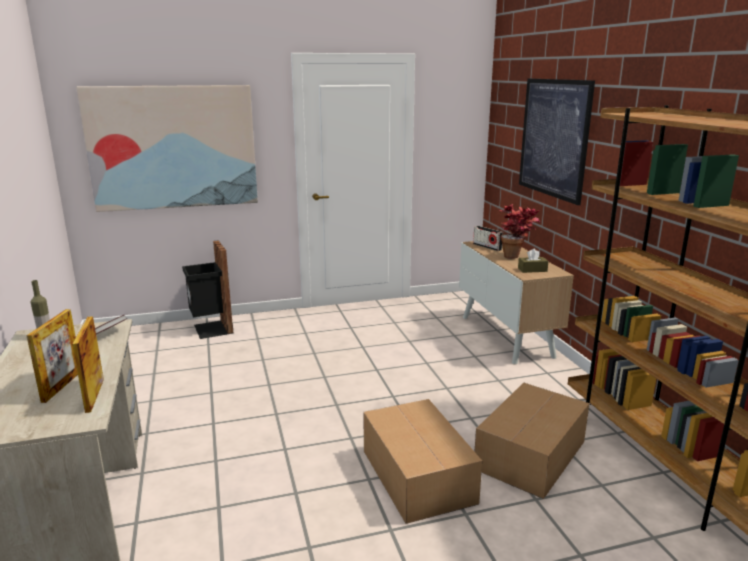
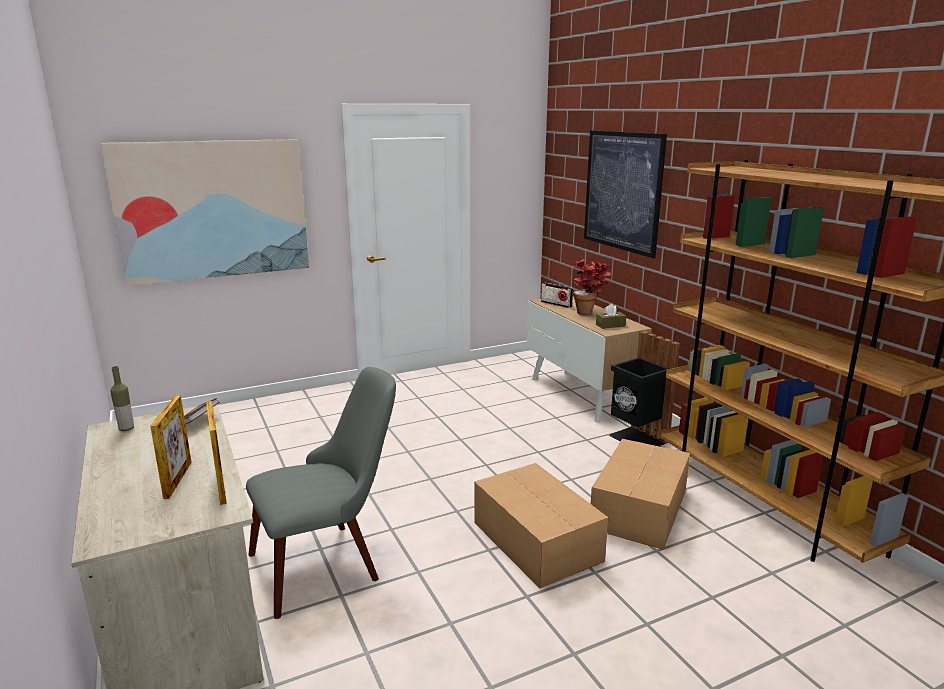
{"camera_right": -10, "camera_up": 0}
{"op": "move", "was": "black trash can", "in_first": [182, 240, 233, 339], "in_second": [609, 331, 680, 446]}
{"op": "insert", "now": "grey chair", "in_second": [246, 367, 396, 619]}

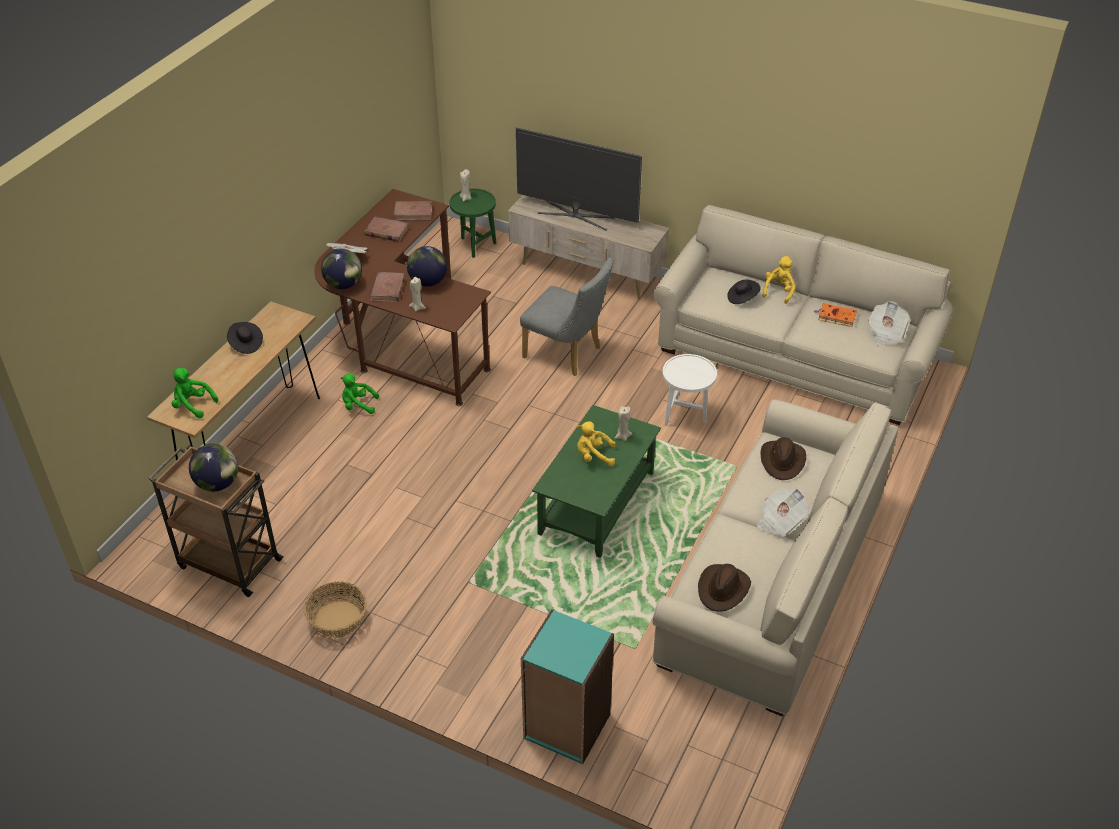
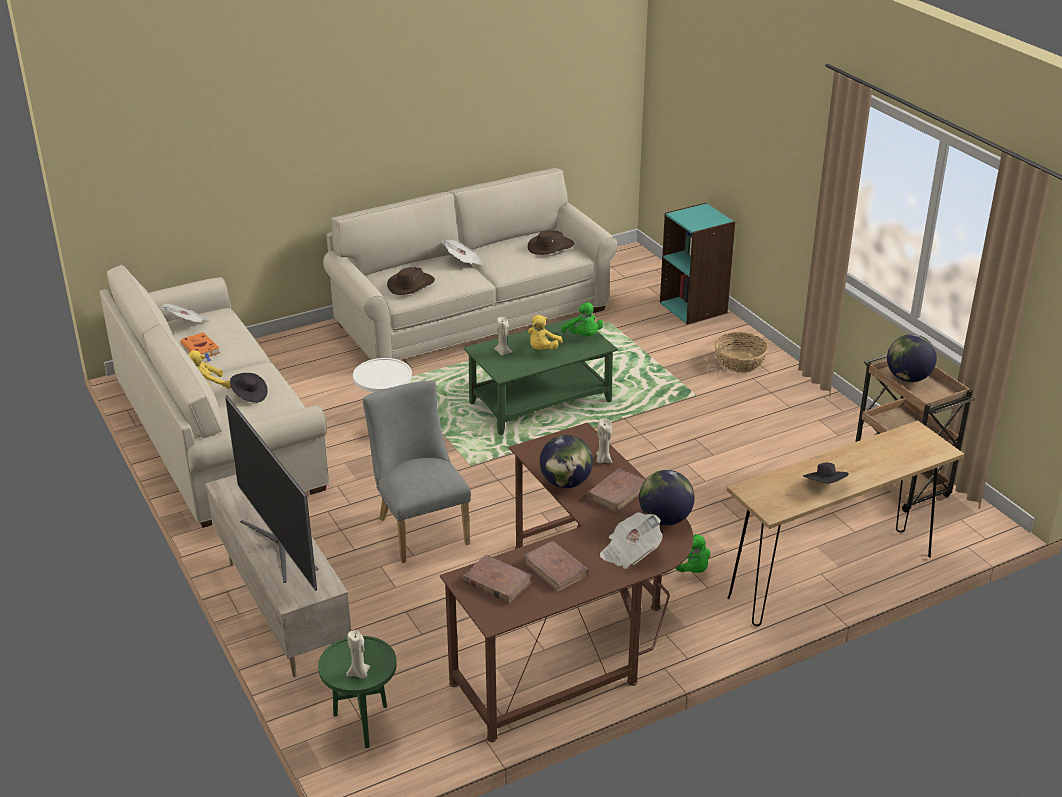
{"camera_right": -145, "camera_up": -10}
{"op": "move", "was": "green plush toy", "in_first": [171, 368, 218, 418], "in_second": [561, 302, 604, 336]}
{"op": "rotate", "was": "yellow plush toy", "in_first": [577, 421, 616, 466], "in_second": [528, 315, 563, 350], "clockwise": 75}
{"op": "move", "was": "basket", "in_first": [304, 581, 367, 638], "in_second": [714, 332, 769, 373]}

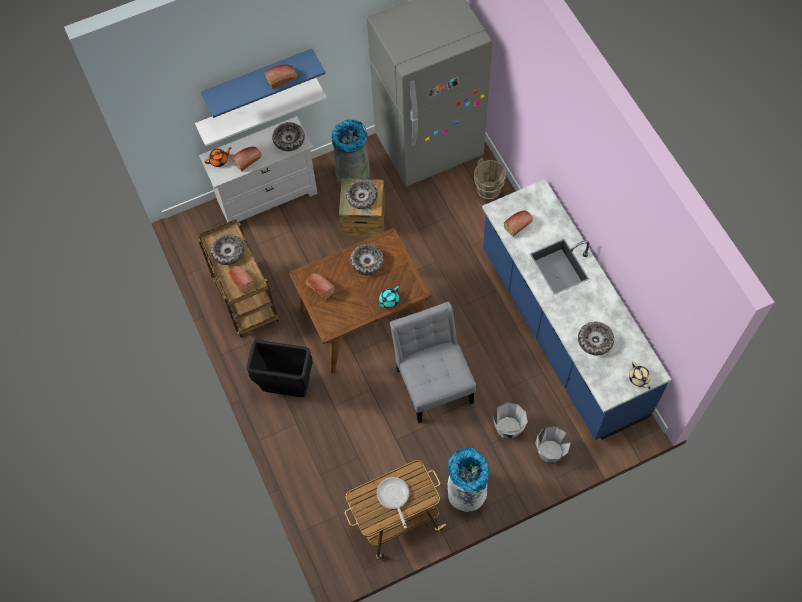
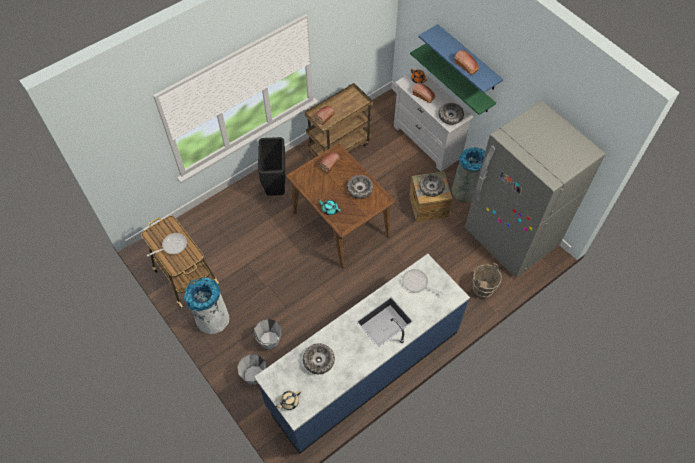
{"camera_right": 75, "camera_up": -5}
{"op": "recolor", "was": "white shelf", "now": "green shelf", "in_first": [195, 78, 327, 146], "in_second": [410, 44, 496, 115]}
{"op": "replace", "was": "bread", "now": "frying pan", "in_first": [504, 210, 533, 237], "in_second": [402, 269, 444, 295]}
{"op": "delete", "was": "bowl", "in_first": [211, 234, 244, 265]}
{"op": "delete", "was": "grey chair", "in_first": [390, 302, 476, 423]}

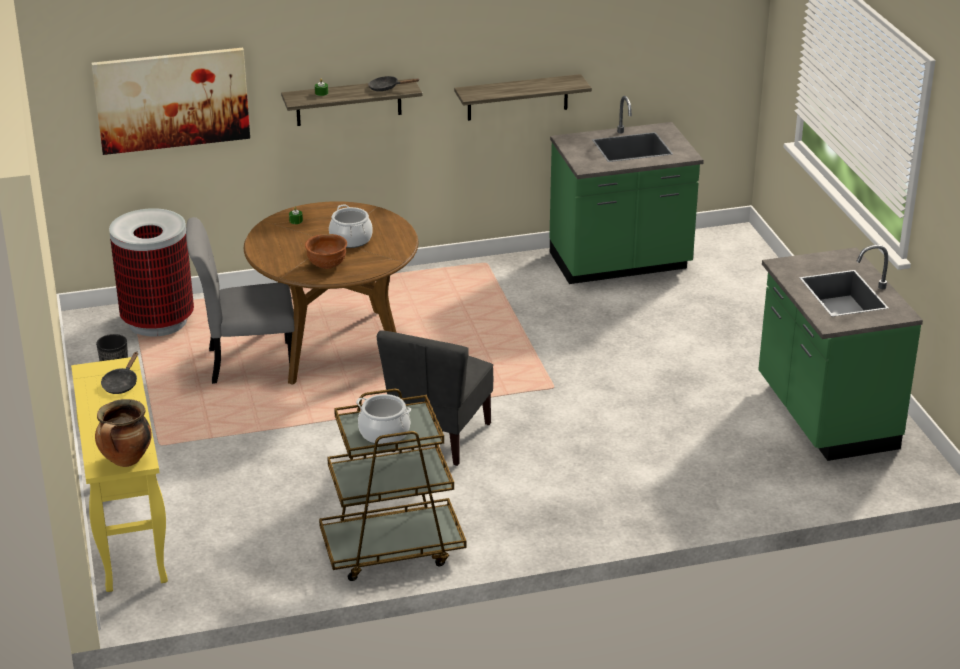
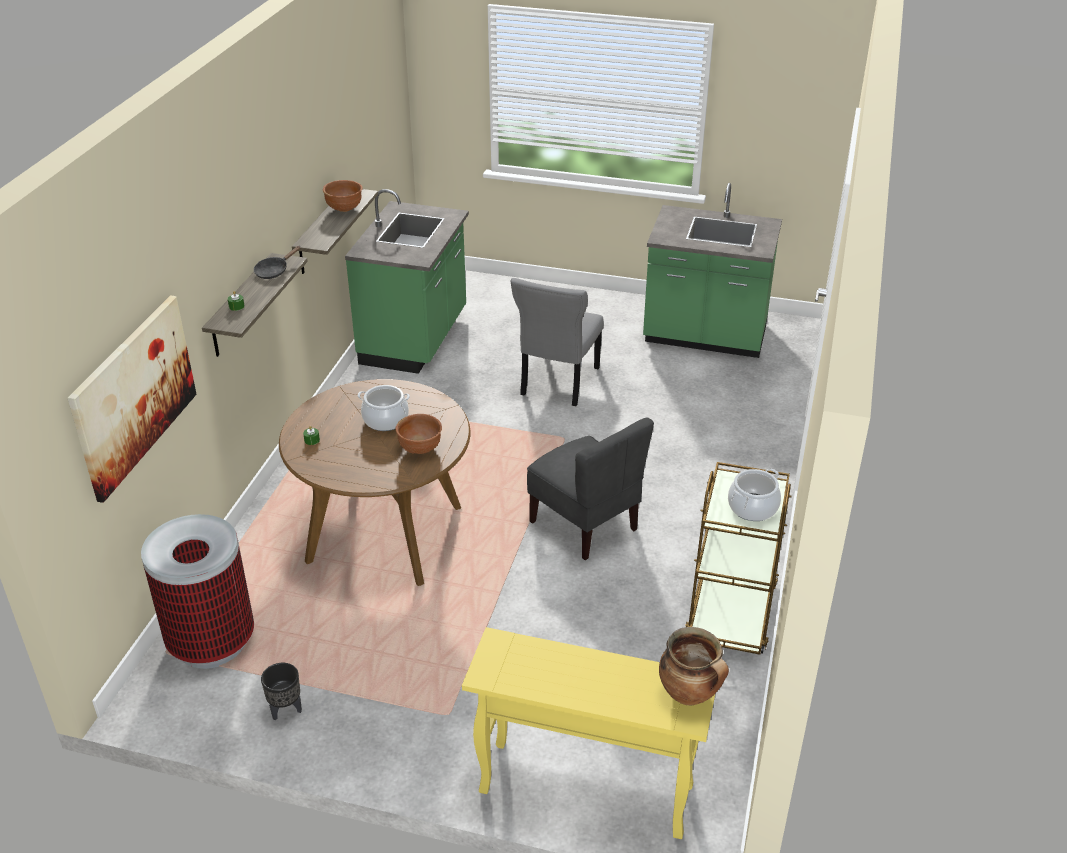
{"camera_right": -60, "camera_up": 5}
{"op": "move", "was": "grey chair", "in_first": [186, 217, 294, 384], "in_second": [511, 278, 604, 406]}
{"op": "delete", "was": "black frying pan", "in_first": [101, 352, 138, 394]}
{"op": "insert", "now": "brown bowl", "in_second": [323, 180, 363, 212]}

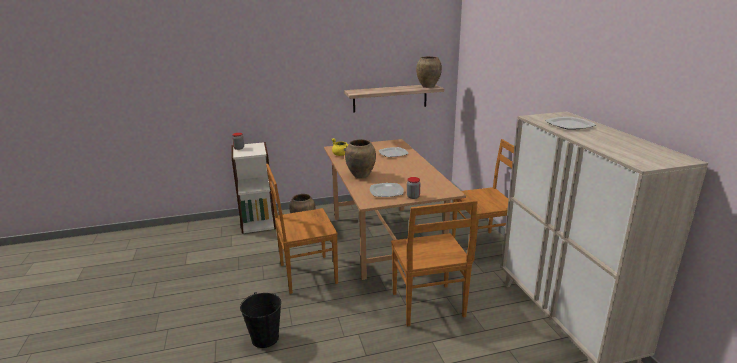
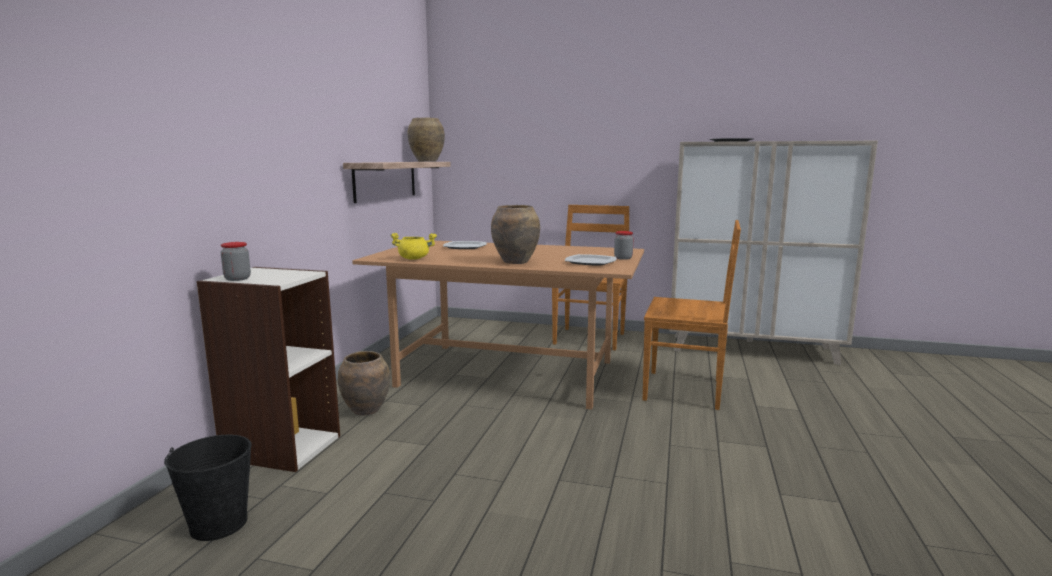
{"camera_right": -60, "camera_up": -10}
{"op": "delete", "was": "brown chair", "in_first": [266, 164, 338, 294]}
{"op": "move", "was": "black bucket", "in_first": [240, 292, 281, 348], "in_second": [164, 435, 252, 541]}

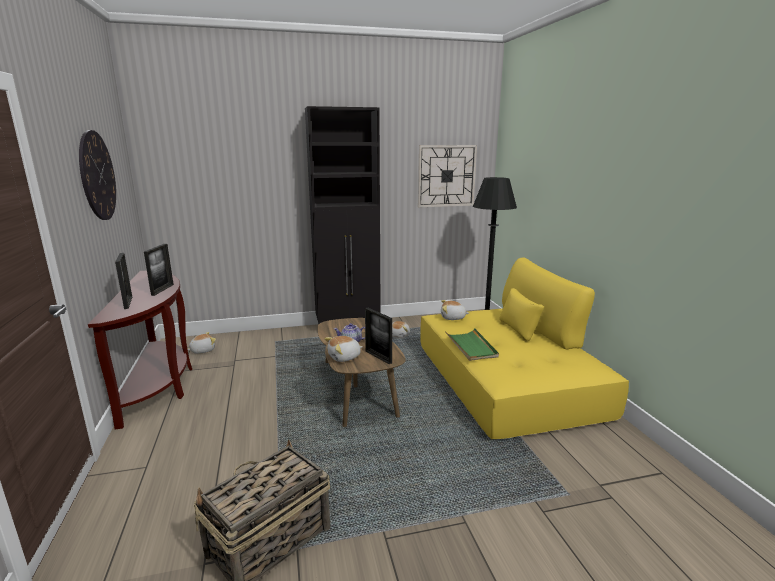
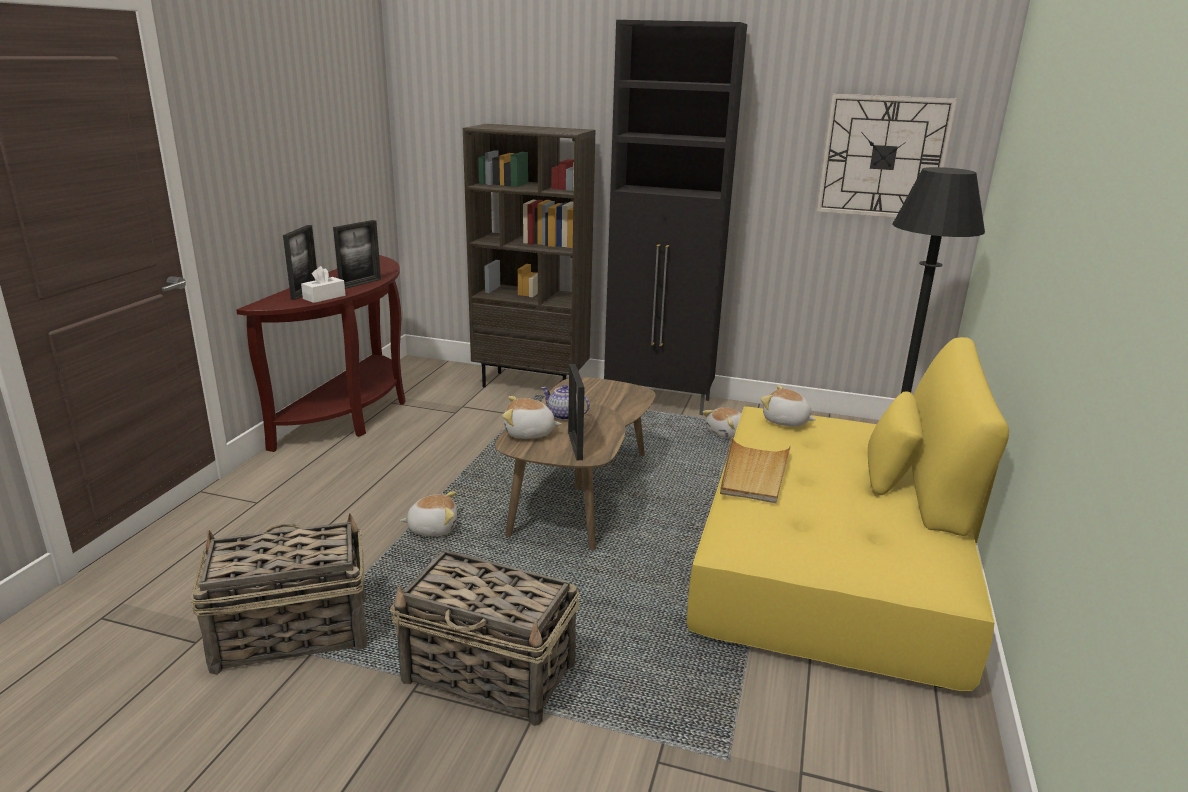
{"camera_right": 30, "camera_up": 5}
{"op": "delete", "was": "wall clock", "in_first": [79, 130, 116, 220]}
{"op": "recolor", "was": "green tray", "now": "beige tray", "in_first": [445, 328, 499, 361], "in_second": [720, 437, 791, 503]}
{"op": "move", "was": "plush toy", "in_first": [187, 332, 216, 354], "in_second": [400, 491, 457, 536]}
{"op": "insert", "now": "brown bookcase", "in_second": [463, 124, 595, 387]}
{"op": "insert", "now": "white tissue box", "in_second": [301, 266, 345, 303]}
{"op": "insert", "now": "basket", "in_second": [390, 550, 580, 726]}

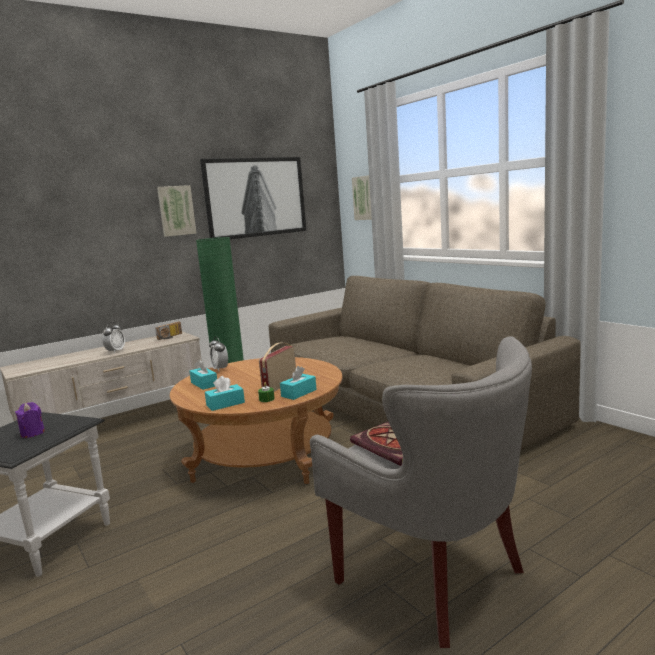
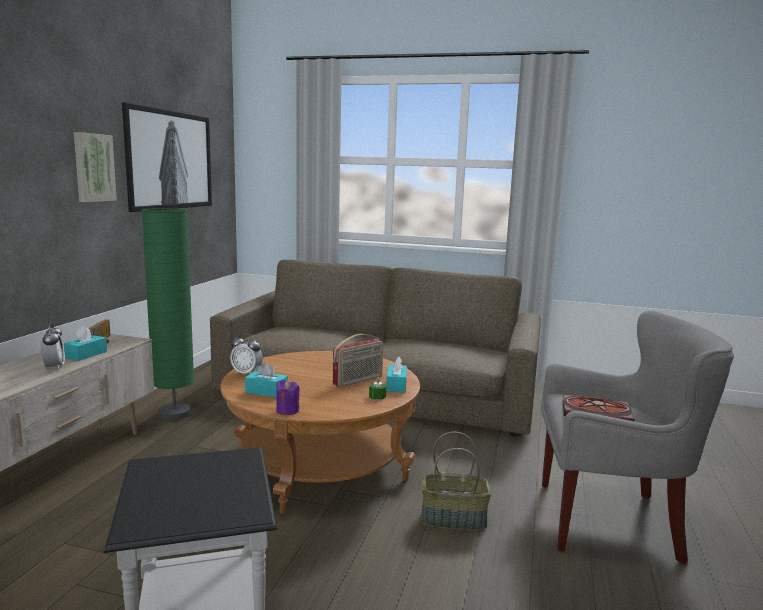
{"camera_right": -40, "camera_up": 0}
{"op": "delete", "was": "picture", "in_first": [352, 175, 372, 220]}
{"op": "rotate", "was": "radio", "in_first": [259, 343, 296, 392], "in_second": [333, 334, 383, 387], "clockwise": -120}
{"op": "move", "was": "turquoise tissue box", "in_first": [205, 376, 245, 411], "in_second": [64, 326, 107, 361]}
{"op": "move", "was": "purple candle", "in_first": [15, 402, 45, 438], "in_second": [276, 379, 300, 415]}
{"op": "insert", "now": "basket", "in_second": [422, 431, 491, 530]}

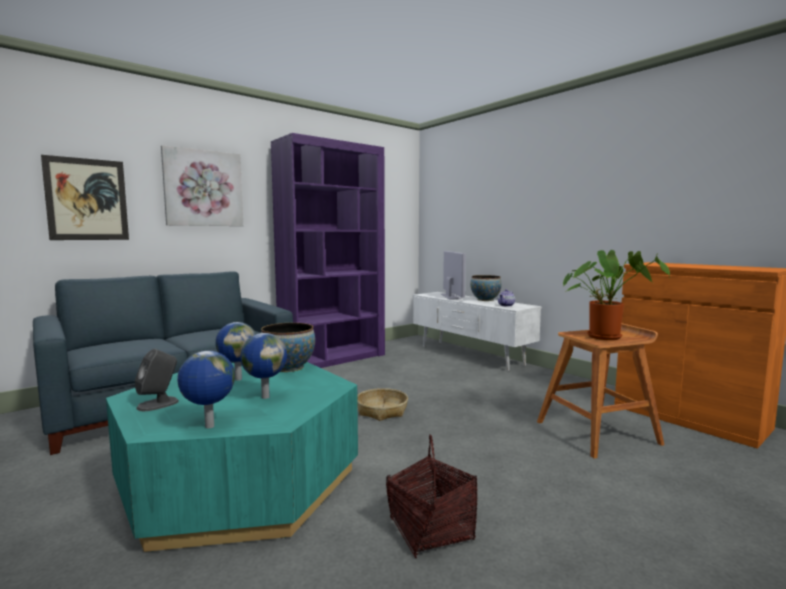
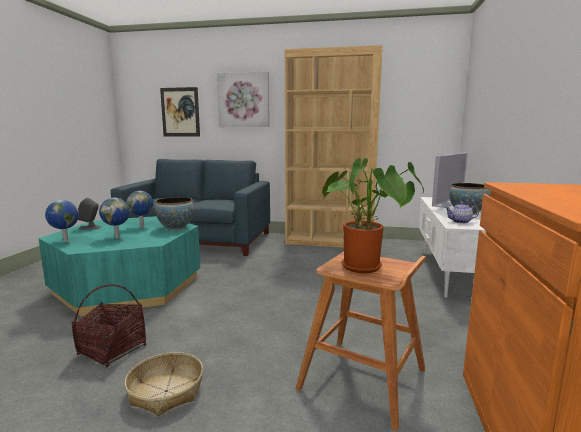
{"camera_right": 50, "camera_up": 5}
{"op": "recolor", "was": "purple bookcase", "now": "brown bookcase", "in_first": [271, 133, 385, 368], "in_second": [284, 45, 383, 247]}
{"op": "move", "was": "basket", "in_first": [357, 388, 408, 421], "in_second": [124, 352, 203, 416]}

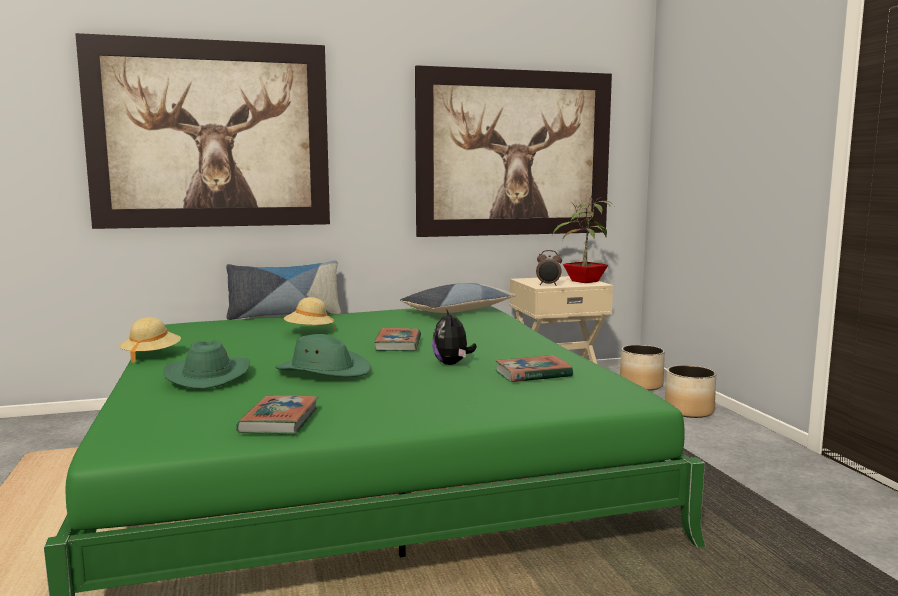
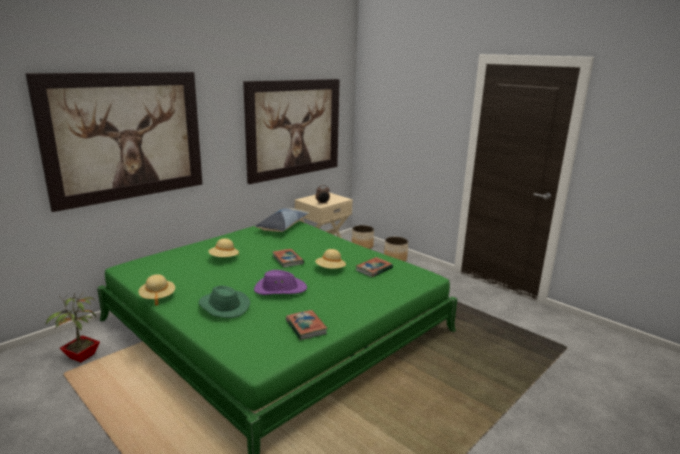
{"camera_right": -30, "camera_up": 10}
{"op": "move", "was": "potted plant", "in_first": [552, 197, 612, 283], "in_second": [45, 294, 100, 362]}
{"op": "delete", "was": "pillow", "in_first": [226, 260, 341, 320]}
{"op": "replace", "was": "plush toy", "now": "beige hat", "in_first": [432, 310, 477, 365], "in_second": [315, 249, 346, 269]}
{"op": "recolor", "was": "green hat", "now": "purple hat", "in_first": [275, 334, 371, 377], "in_second": [254, 270, 307, 295]}

